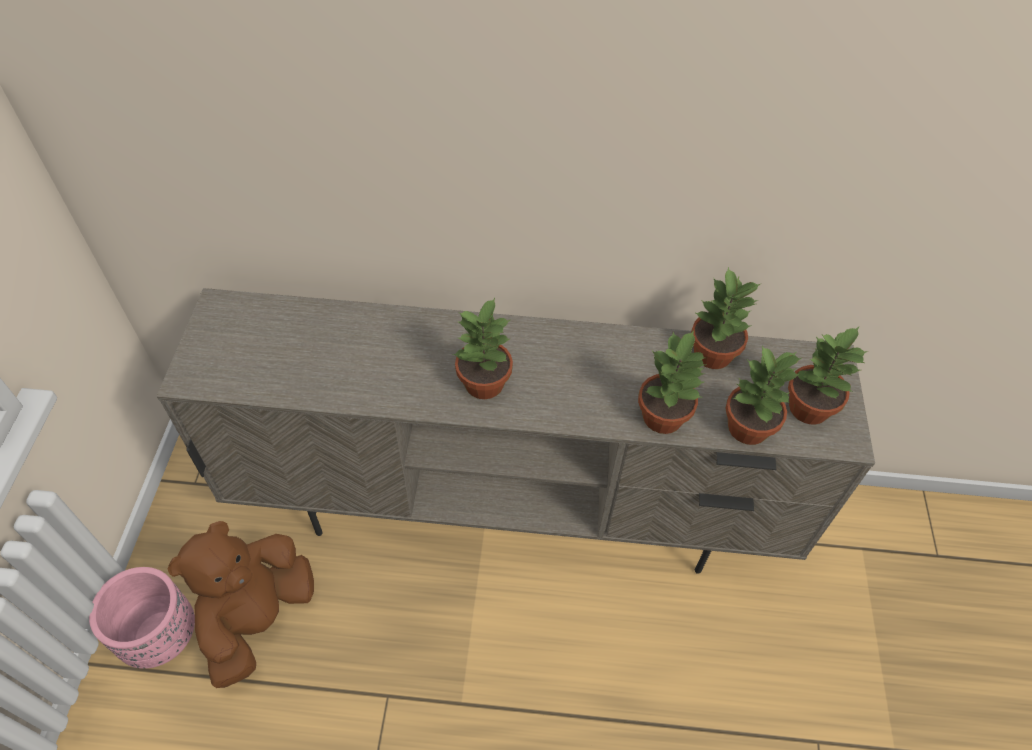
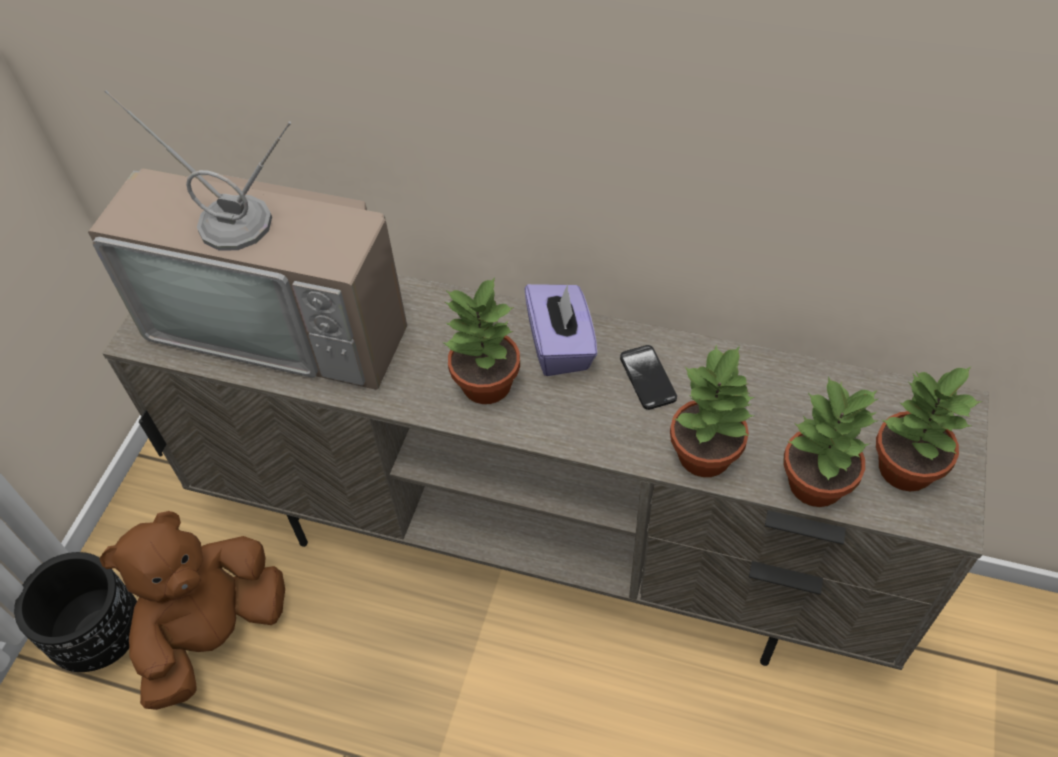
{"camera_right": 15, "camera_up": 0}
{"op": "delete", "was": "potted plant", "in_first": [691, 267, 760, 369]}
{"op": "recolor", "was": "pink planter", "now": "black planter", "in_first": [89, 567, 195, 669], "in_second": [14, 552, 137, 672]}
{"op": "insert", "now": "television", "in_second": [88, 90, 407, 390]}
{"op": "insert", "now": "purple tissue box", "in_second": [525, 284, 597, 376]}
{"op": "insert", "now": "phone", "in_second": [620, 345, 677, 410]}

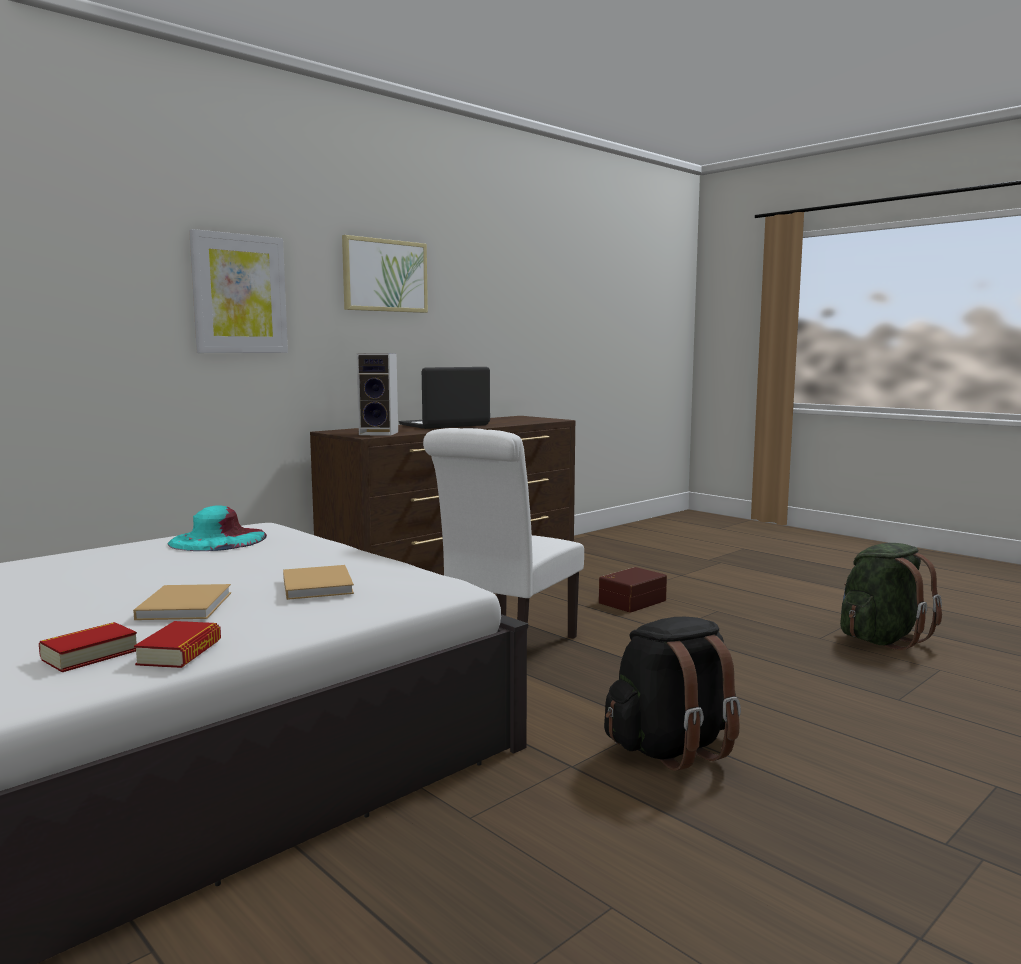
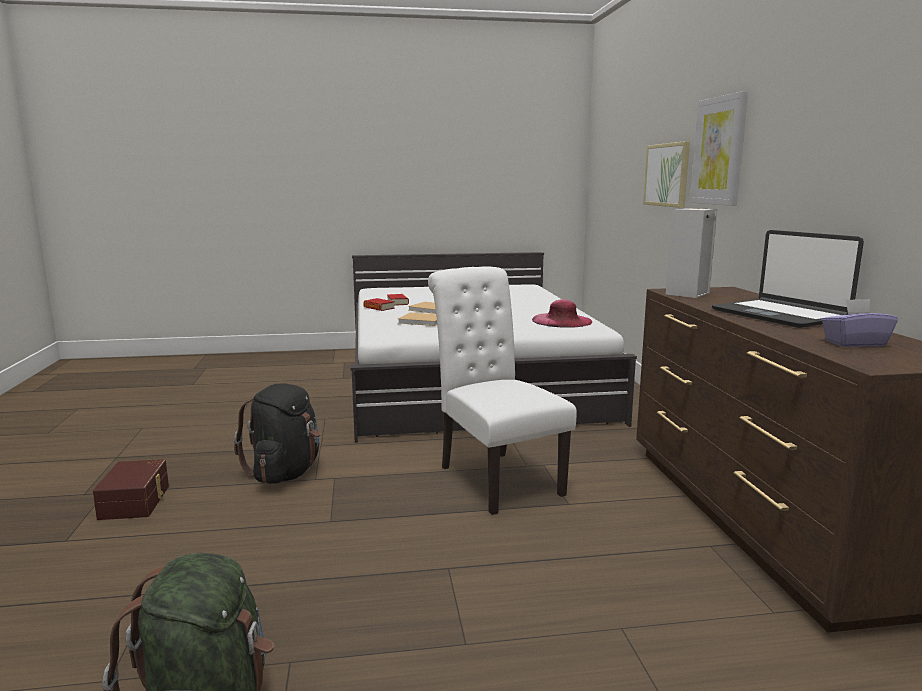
{"camera_right": 125, "camera_up": 5}
{"op": "move", "was": "picture", "in_first": [342, 235, 428, 313], "in_second": [643, 141, 690, 208]}
{"op": "rotate", "was": "laptop", "in_first": [399, 367, 490, 429], "in_second": [712, 230, 864, 328], "clockwise": 150}
{"op": "recolor", "was": "turquoise hat", "now": "pink hat", "in_first": [168, 505, 267, 551], "in_second": [532, 299, 593, 328]}
{"op": "move", "was": "brown storage box", "in_first": [599, 567, 667, 613], "in_second": [93, 459, 169, 520]}
{"op": "insert", "now": "purple tissue box", "in_second": [822, 299, 898, 347]}

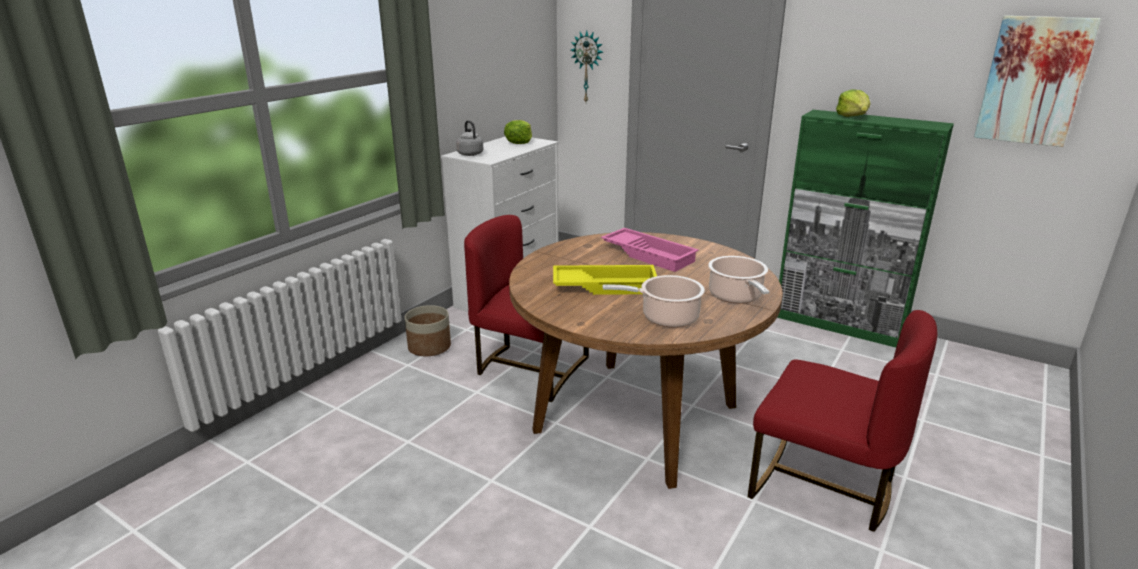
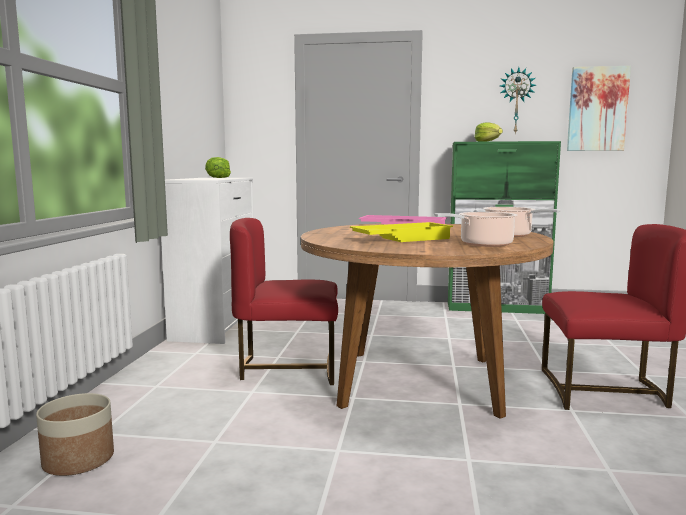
{"camera_right": -25, "camera_up": -15}
{"op": "move", "was": "wall clock", "in_first": [571, 30, 603, 102], "in_second": [500, 67, 536, 134]}
{"op": "delete", "was": "grey kettle", "in_first": [456, 120, 483, 156]}
{"op": "move", "was": "planter", "in_first": [405, 305, 451, 356], "in_second": [36, 393, 114, 476]}

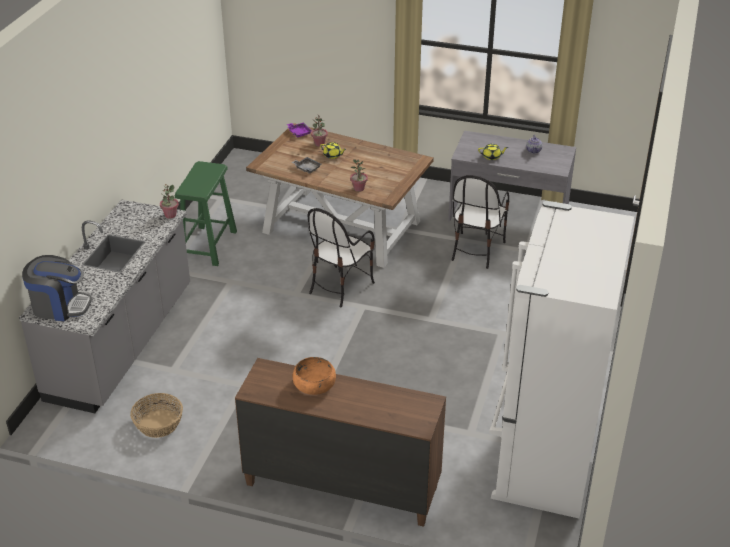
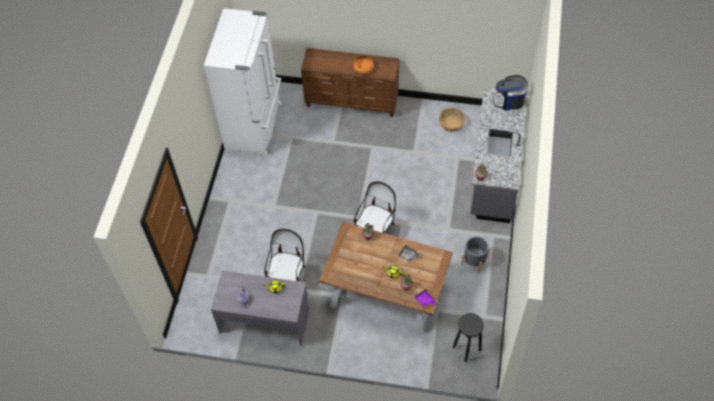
{"camera_right": 175, "camera_up": 20}
{"op": "replace", "was": "green stool", "now": "grey planter", "in_first": [175, 161, 237, 266], "in_second": [461, 236, 490, 273]}
{"op": "insert", "now": "black stool", "in_second": [453, 313, 484, 362]}

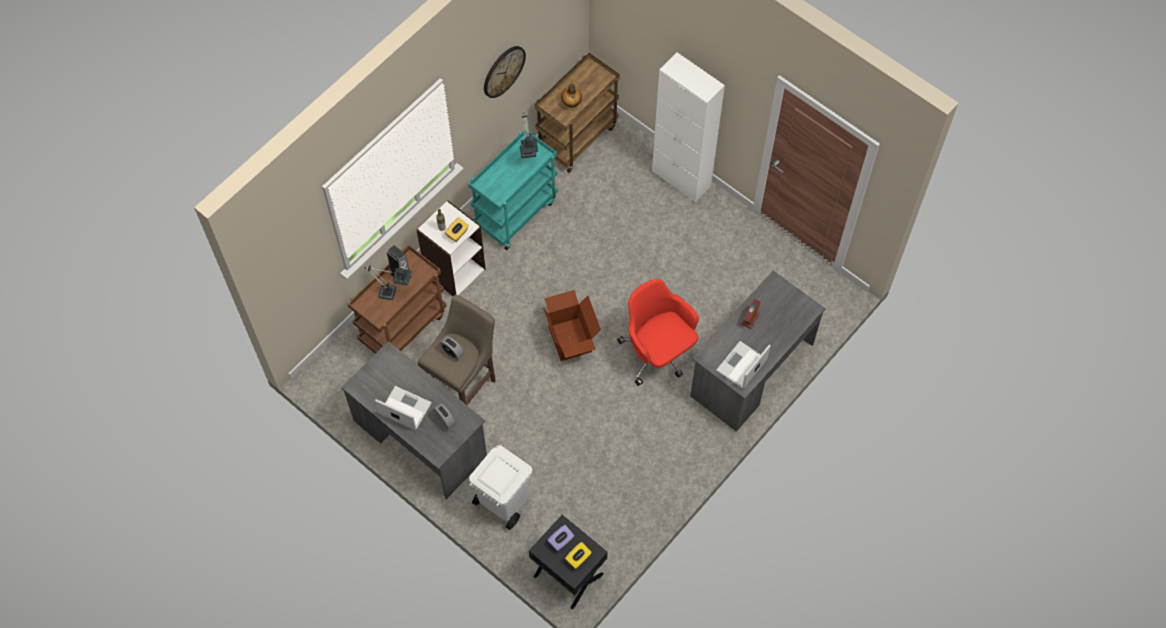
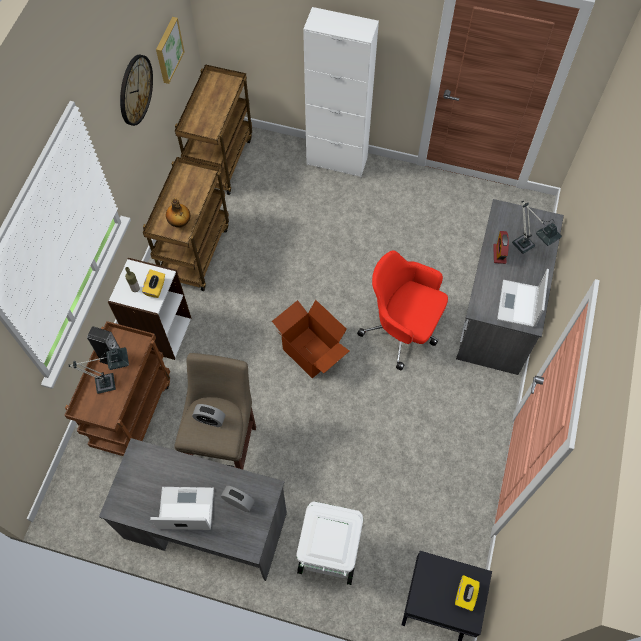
{"camera_right": -25, "camera_up": 0}
{"op": "move", "was": "bottle", "in_first": [561, 83, 582, 108], "in_second": [166, 198, 190, 228]}
{"op": "move", "was": "table lamp", "in_first": [520, 113, 538, 159], "in_second": [512, 201, 562, 254]}
{"op": "recolor", "was": "turquoise cart", "now": "brown cart", "in_first": [468, 130, 558, 250], "in_second": [143, 157, 229, 291]}
{"op": "delete", "was": "purple tissue box", "in_first": [547, 525, 574, 551]}
{"op": "insert", "now": "picture", "in_second": [156, 17, 184, 84]}

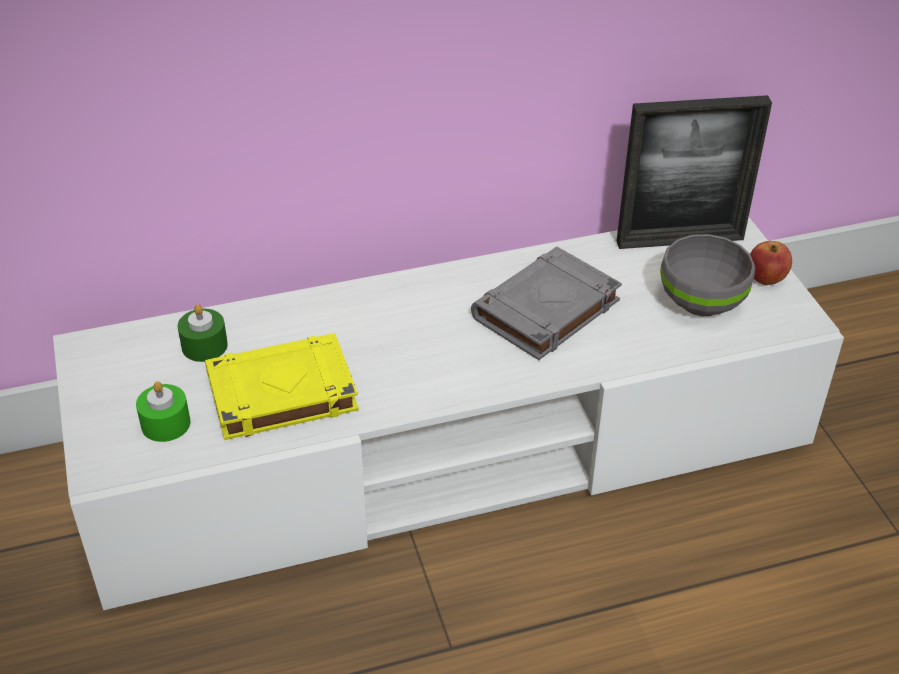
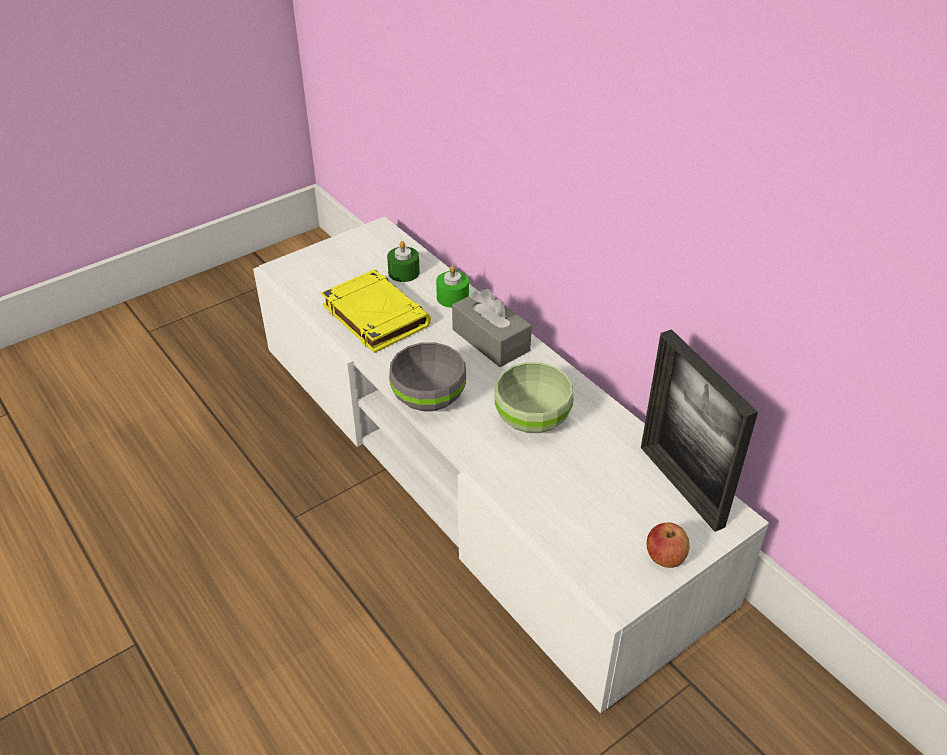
{"camera_right": 70, "camera_up": 0}
{"op": "move", "was": "grey bowl", "in_first": [660, 234, 755, 316], "in_second": [389, 342, 466, 412]}
{"op": "replace", "was": "grey book", "now": "green bowl", "in_first": [471, 247, 622, 360], "in_second": [495, 362, 574, 433]}
{"op": "move", "was": "green candle", "in_first": [136, 382, 190, 442], "in_second": [436, 266, 469, 308]}
{"op": "insert", "now": "grey tissue box", "in_second": [452, 289, 532, 367]}

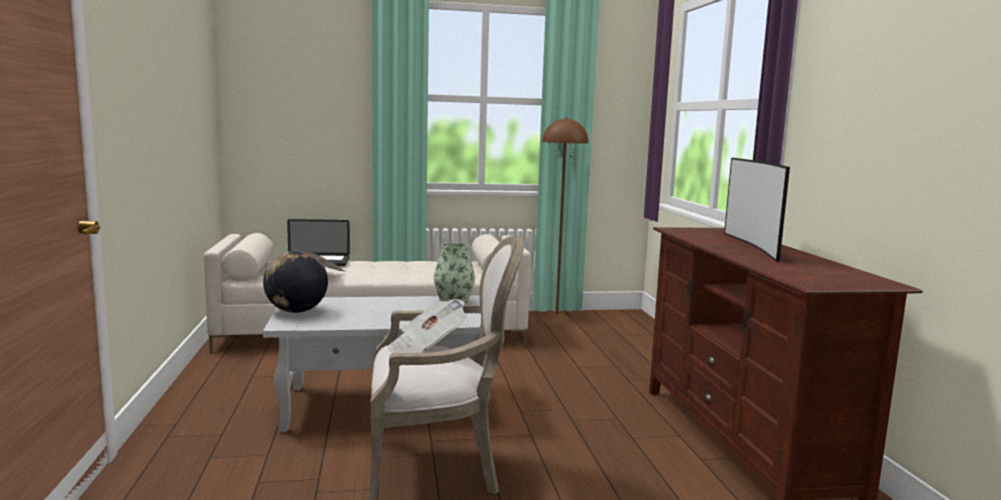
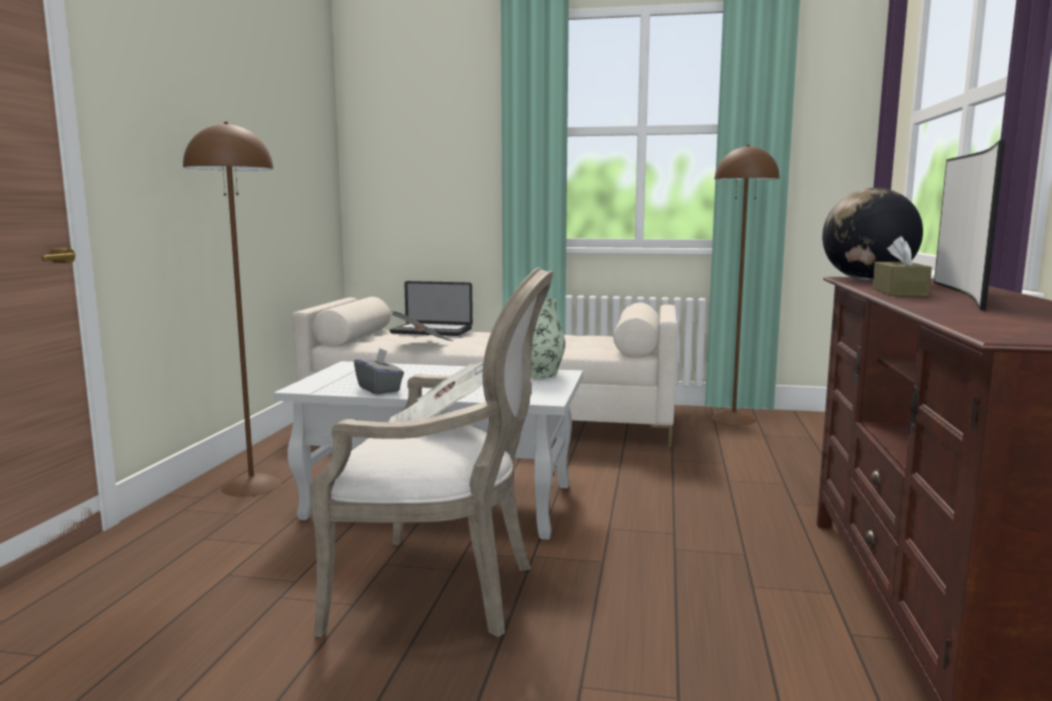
{"camera_right": 20, "camera_up": 0}
{"op": "move", "was": "globe", "in_first": [263, 251, 328, 313], "in_second": [822, 188, 923, 280]}
{"op": "insert", "now": "brown floor lamp", "in_second": [183, 122, 282, 497]}
{"op": "insert", "now": "brown tissue box", "in_second": [872, 236, 932, 297]}
{"op": "insert", "now": "grey tissue box", "in_second": [354, 348, 404, 395]}

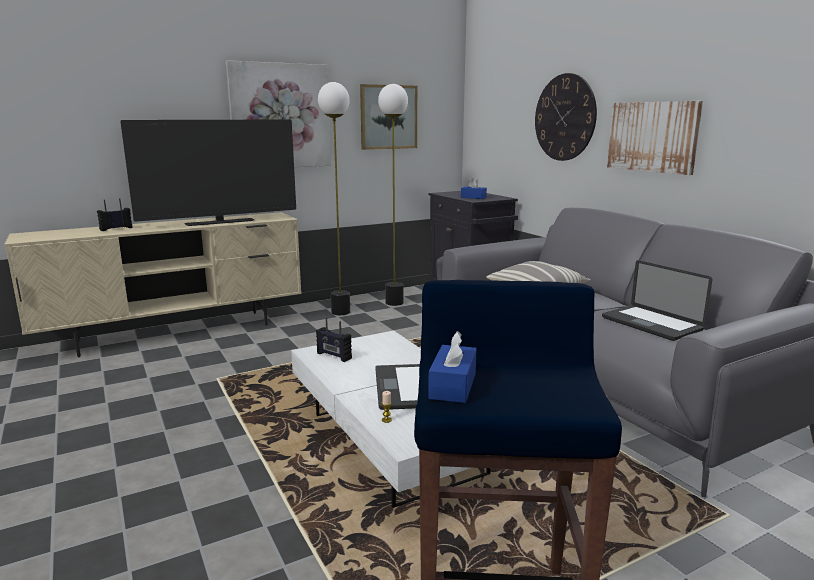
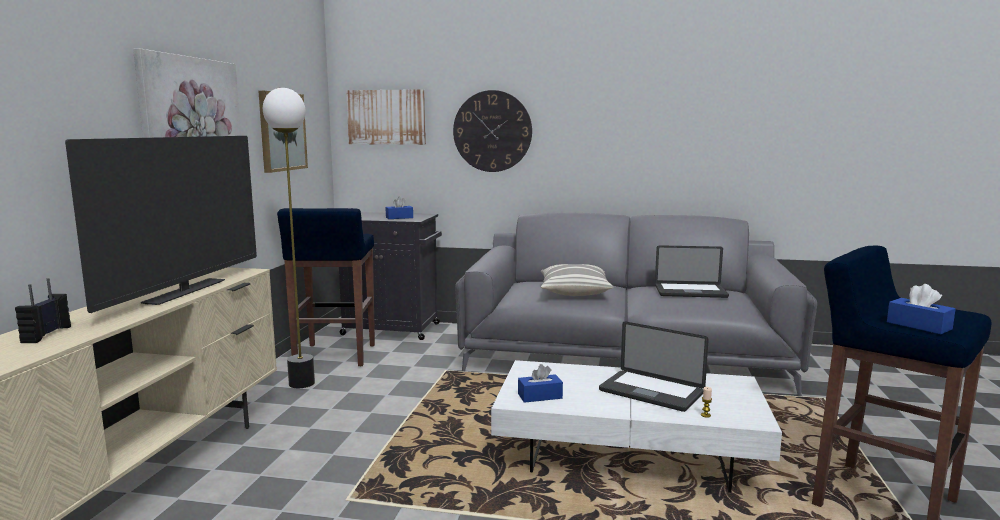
{"camera_right": -50, "camera_up": -5}
{"op": "replace", "was": "floor lamp", "now": "blue stool", "in_first": [378, 84, 408, 306], "in_second": [277, 208, 375, 366]}
{"op": "move", "was": "picture", "in_first": [607, 101, 703, 175], "in_second": [346, 89, 426, 145]}
{"op": "replace", "was": "radio", "now": "blue tissue box", "in_first": [316, 317, 352, 362], "in_second": [518, 364, 563, 403]}

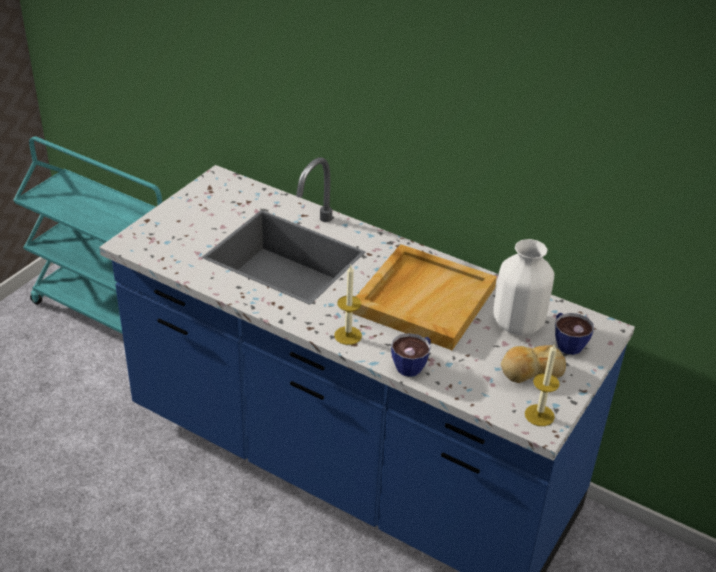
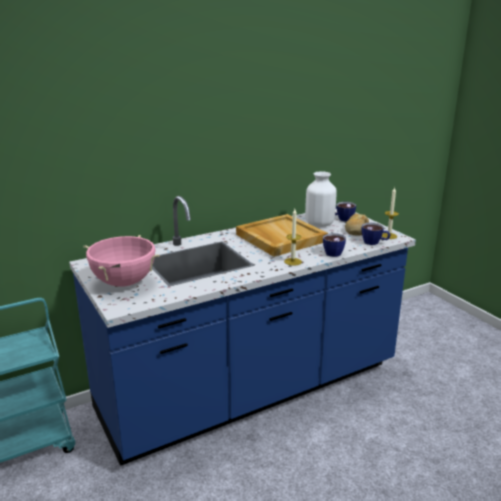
{"camera_right": -60, "camera_up": -15}
{"op": "insert", "now": "cup", "in_second": [362, 223, 390, 245]}
{"op": "insert", "now": "pink cooking pot", "in_second": [84, 235, 160, 287]}

